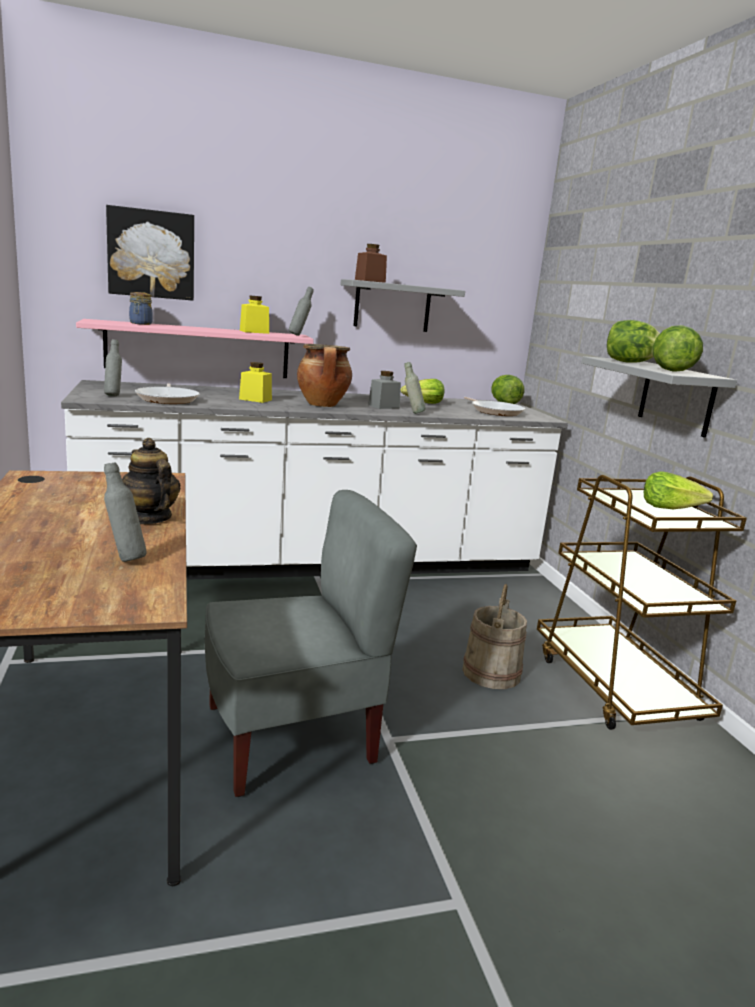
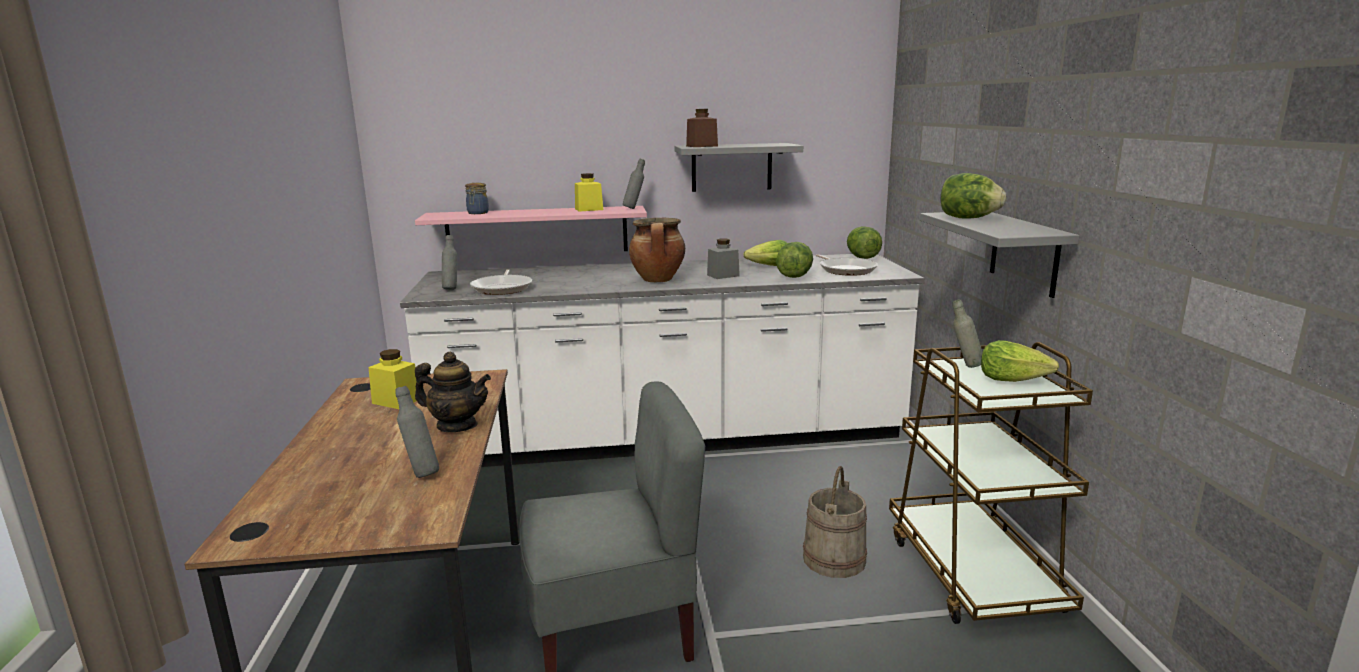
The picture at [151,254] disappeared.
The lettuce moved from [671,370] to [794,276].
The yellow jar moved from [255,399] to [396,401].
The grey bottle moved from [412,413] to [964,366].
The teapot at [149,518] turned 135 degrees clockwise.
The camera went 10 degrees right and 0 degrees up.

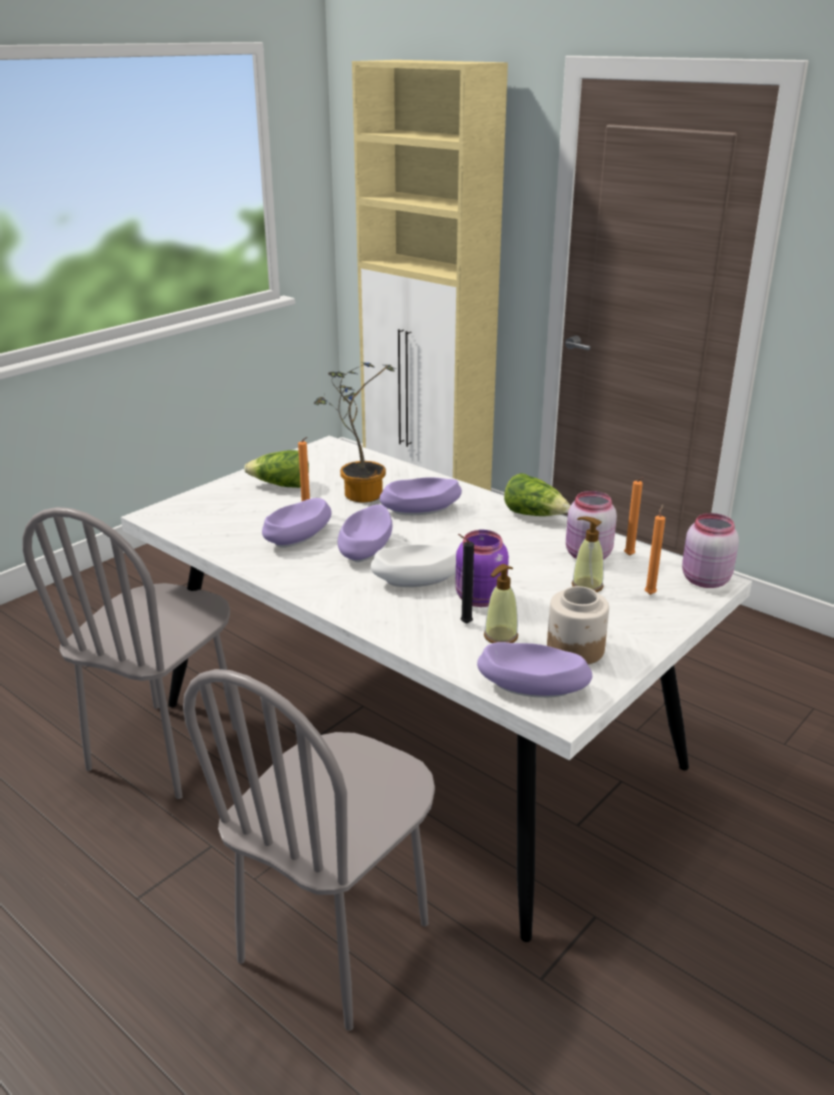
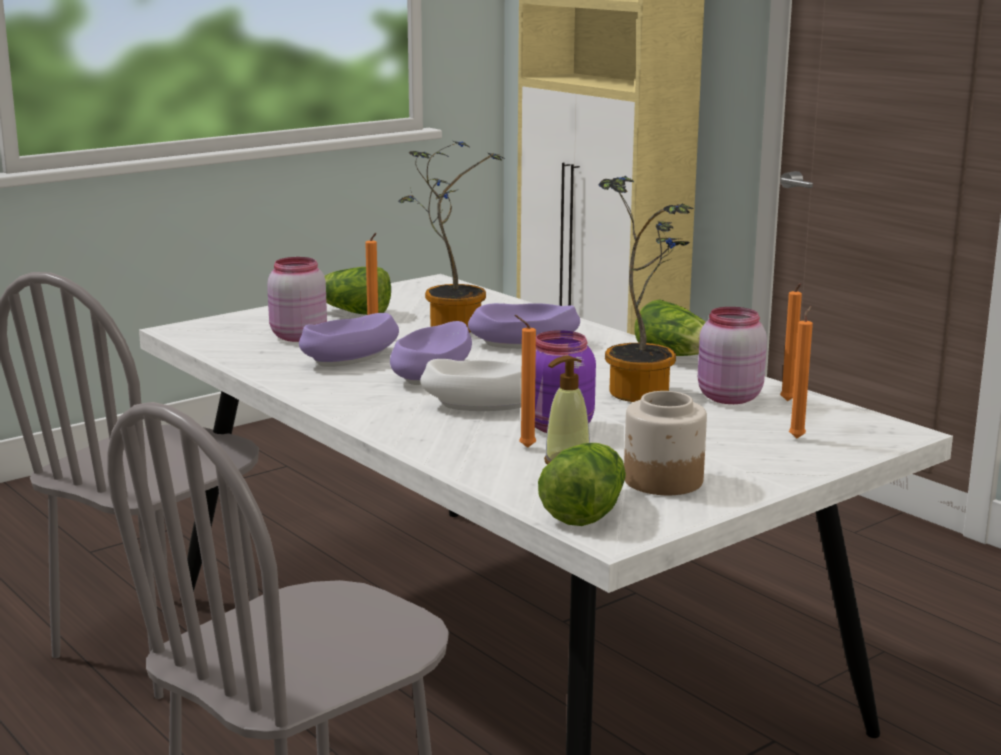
The pink jar moved from [704,580] to [297,336].
The soap dispenser at [587,586] disappeared.
The black candle at [464,623] became the orange candle at [524,447].
The purple bowl at [532,687] was replaced by the lettuce at [584,510].
The potted plant at [644,390] appeared.
The camera went 10 degrees right and 10 degrees down.

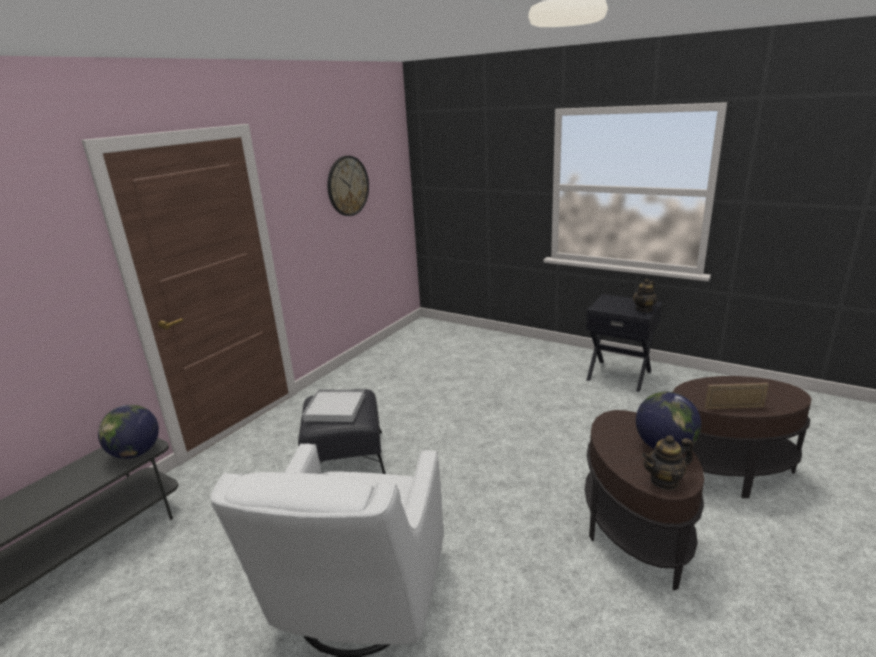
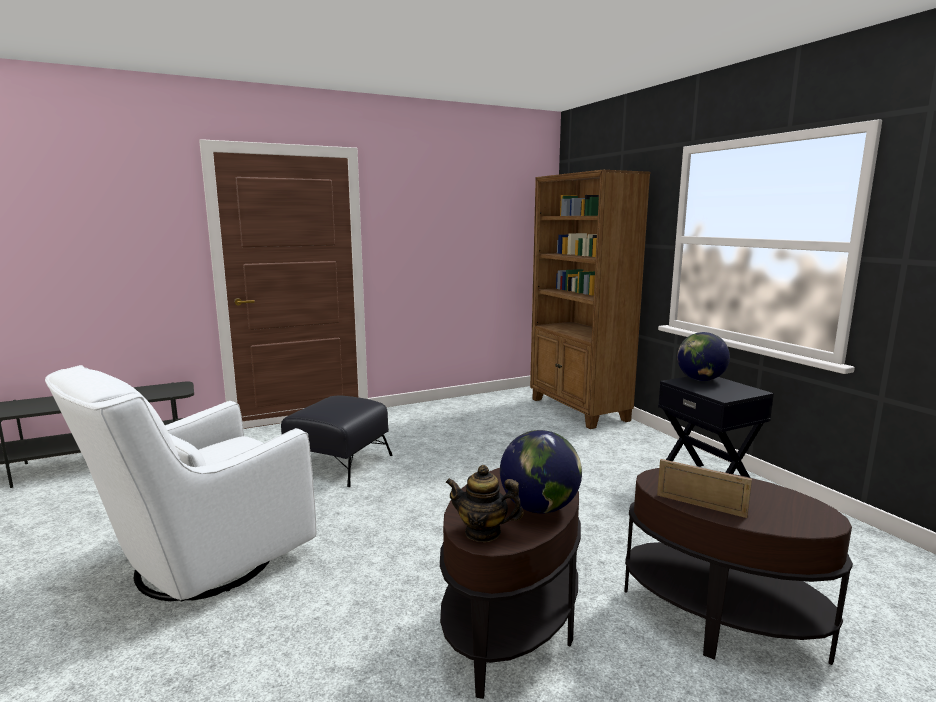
The wall clock at [347,186] disappeared.
The teapot at [644,309] disappeared.
The white tray at [335,408] disappeared.
The globe moved from [136,453] to [700,380].
The brown bookcase at [578,410] appeared.
The camera went 30 degrees right and 10 degrees down.

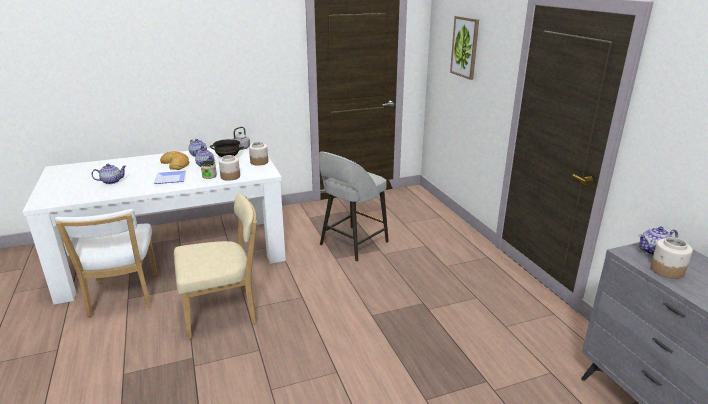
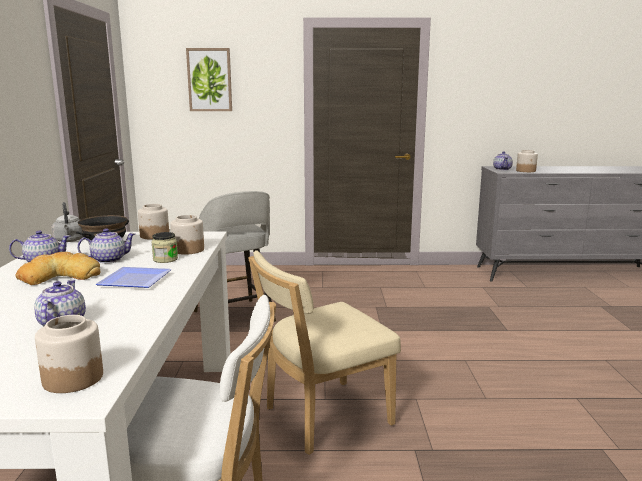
The beige chair at [224,312] turned 120 degrees counterclockwise.
The jar at [72,378] appeared.
The camera went 70 degrees left and 10 degrees down.

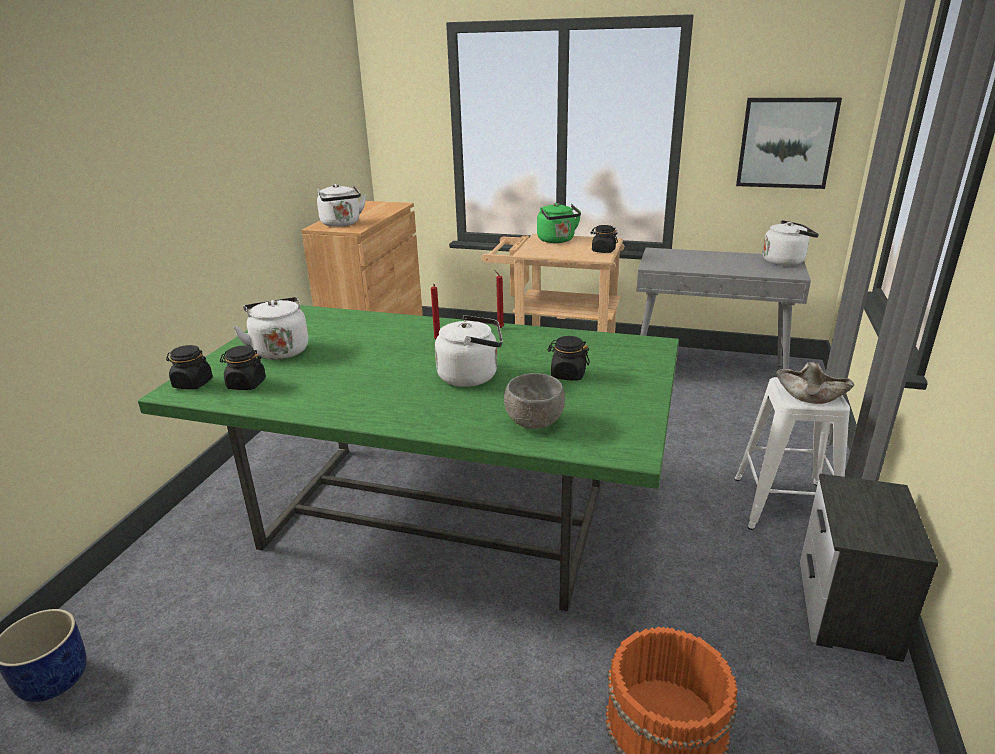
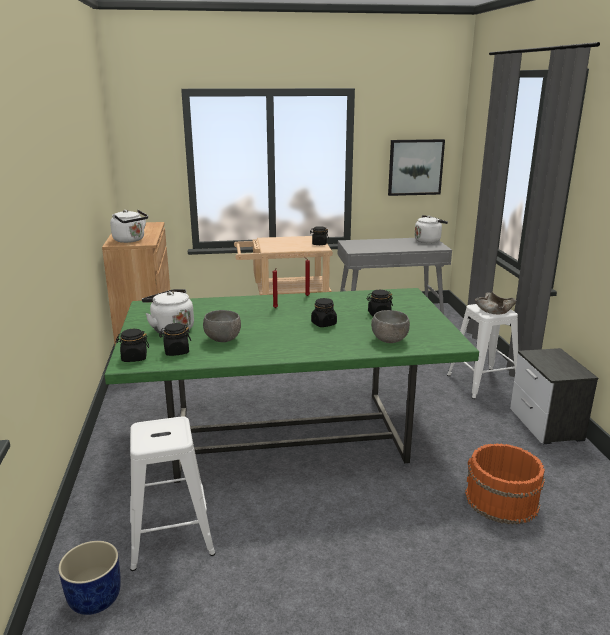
The green kettle at [557,240] disappeared.
The white kettle at [472,376] was replaced by the black jar at [323,324].
The grey bowl at [223,340] appeared.
The white stool at [170,535] appeared.
The camera went 25 degrees left and 5 degrees down.

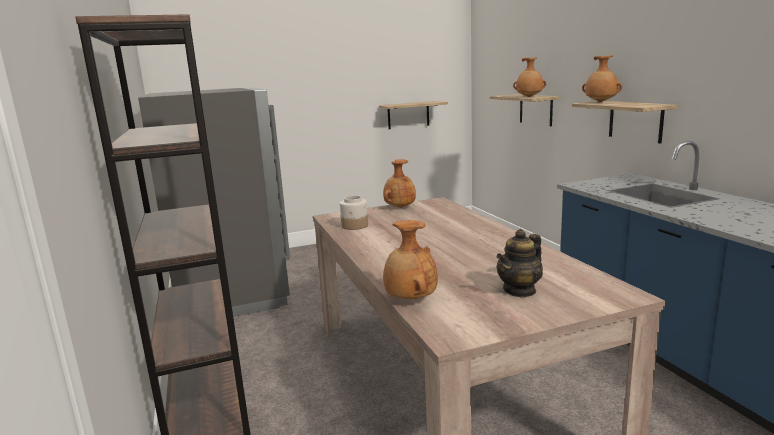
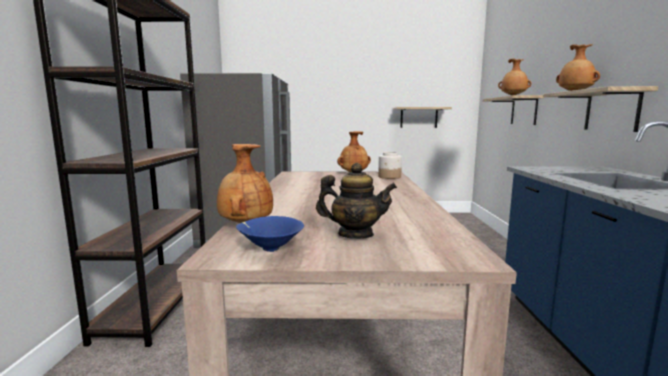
The jar moved from [355,226] to [389,177].
The teapot at [519,290] turned 150 degrees counterclockwise.
The blue bowl at [269,249] appeared.
The camera went 20 degrees right and 5 degrees down.

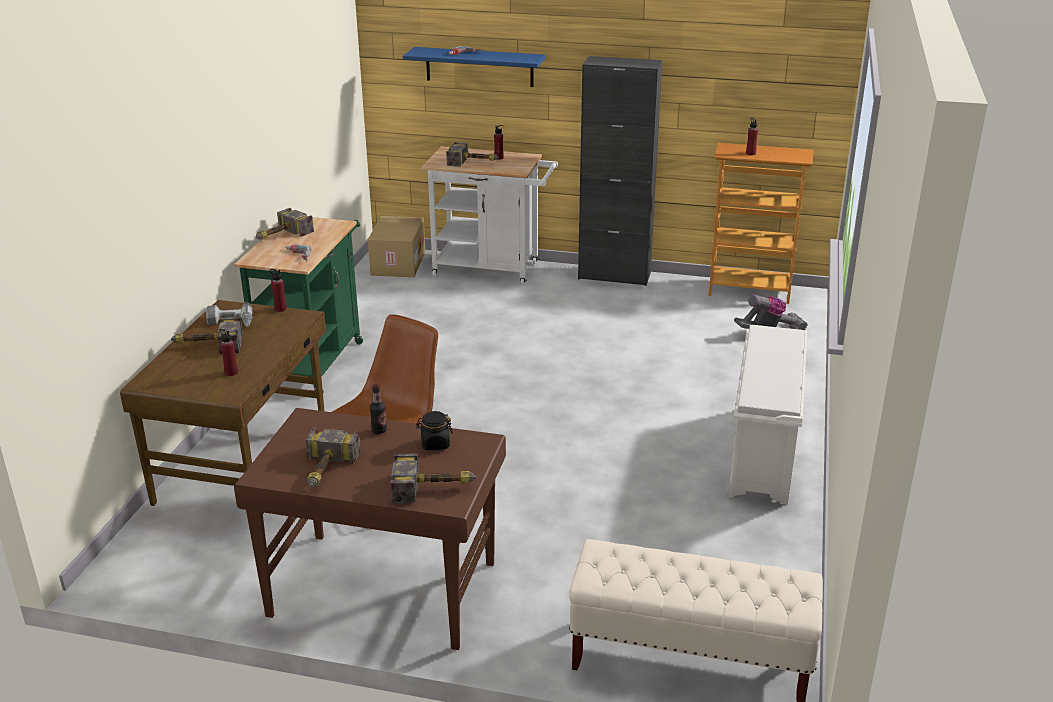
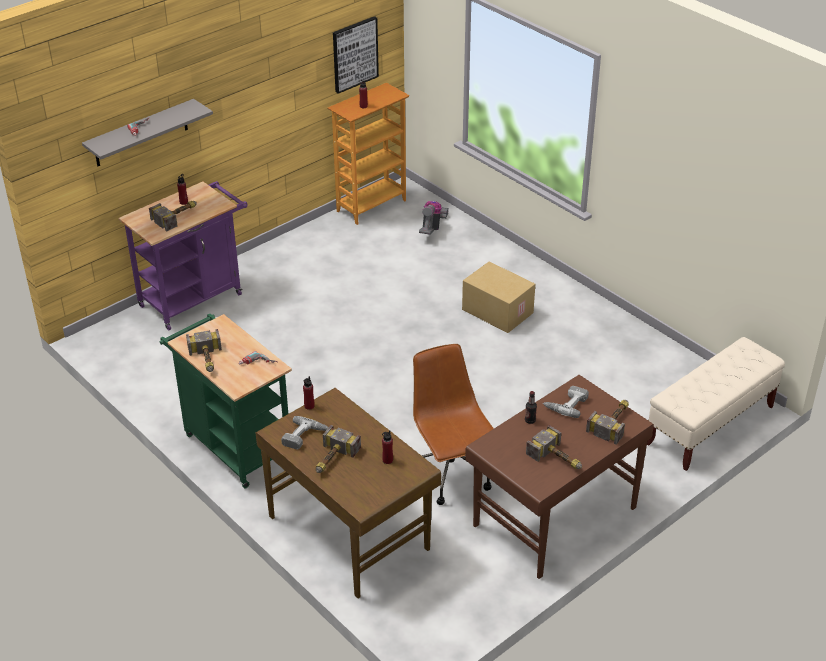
The blue shelf at [479,67] became the grey shelf at [141,133].
The black cabinet at [614,276] disappeared.
The white cart at [492,270] became the purple cart at [196,297].
The cardboard box moved from [397,263] to [496,311].
The white shoe rack at [764,454] disappeared.
The black jar at [435,444] was replaced by the power drill at [566,404].
The picture at [354,54] appeared.
The camera went 55 degrees left and 10 degrees up.

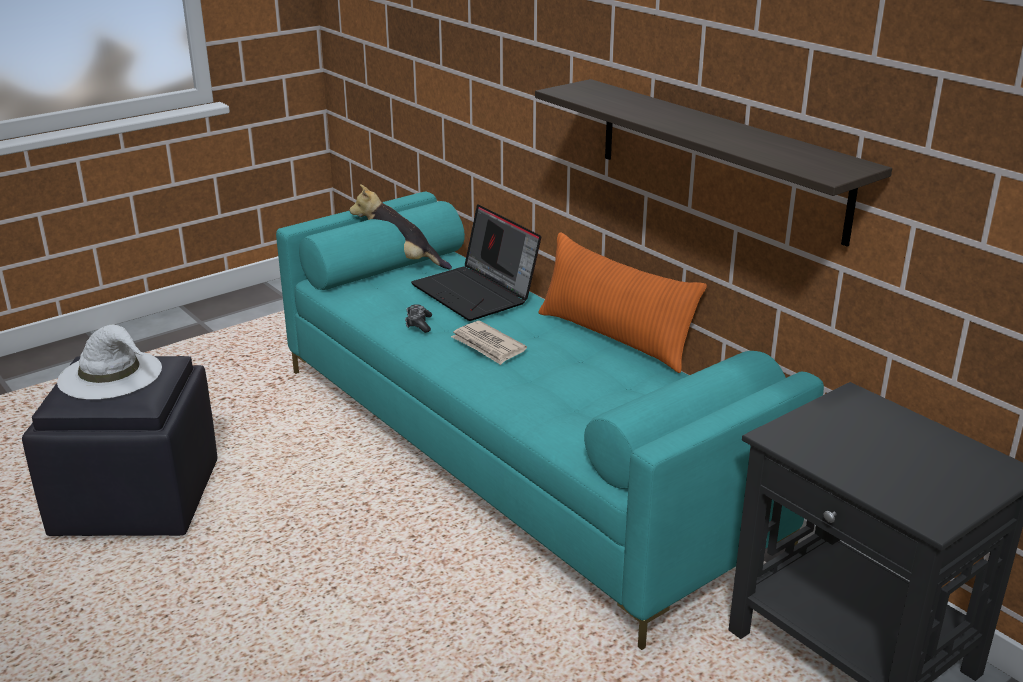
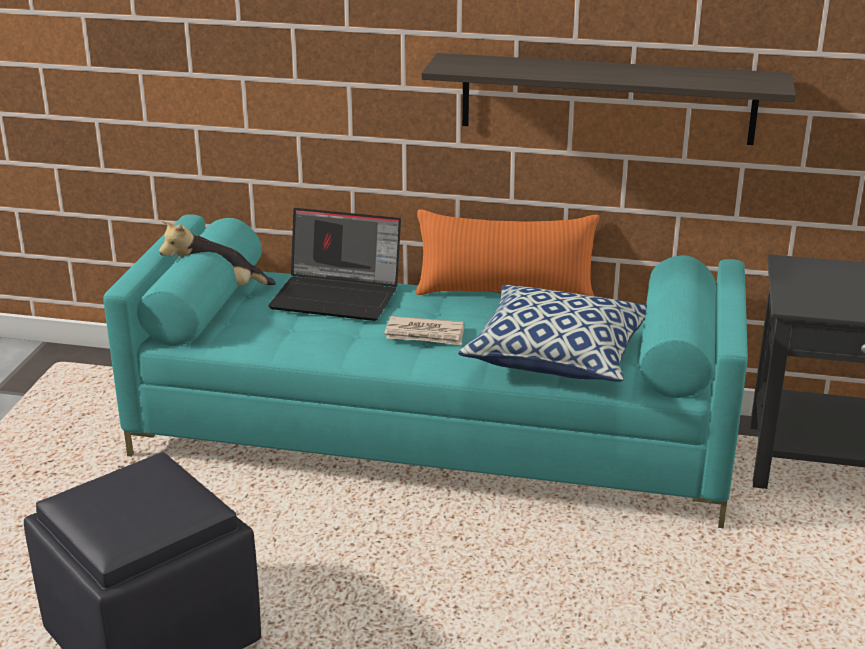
The game controller at [418,324] disappeared.
The white hat at [111,375] disappeared.
The pillow at [558,356] appeared.
The camera went 40 degrees left and 0 degrees up.

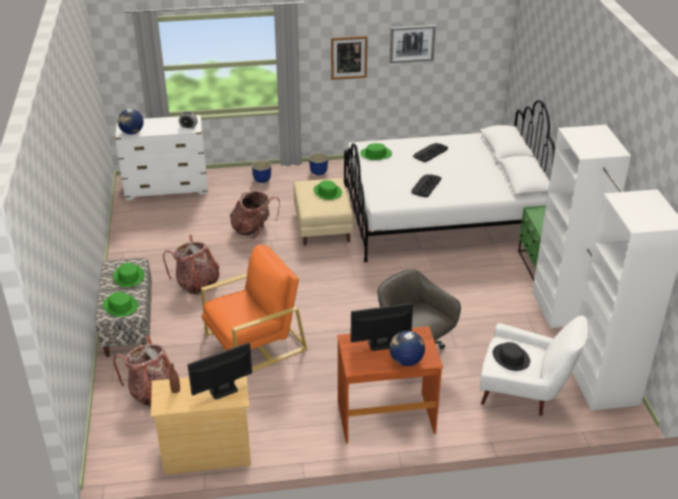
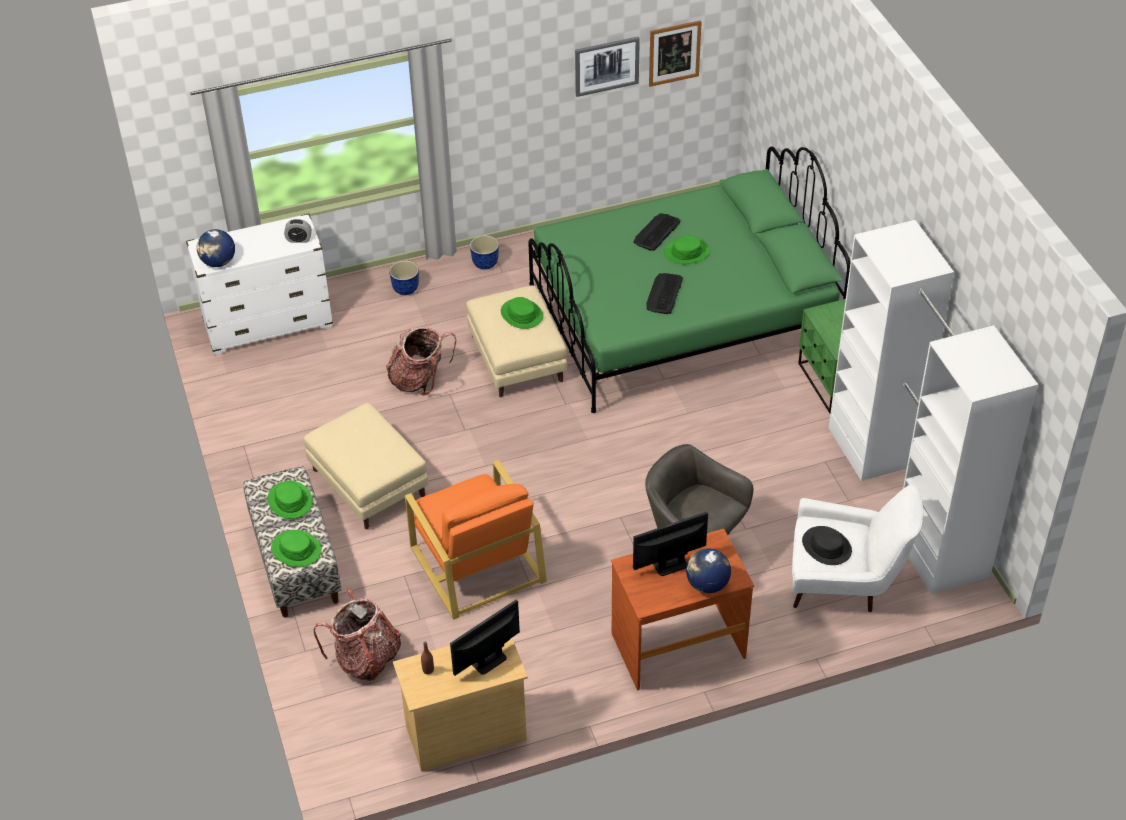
The picture moved from [349,57] to [674,53].
The white bed at [442,216] became the green bed at [682,318].
The green hat moved from [376,154] to [686,252].
The backpack at [196,283] was replaced by the beige ottoman at [367,483].
The orange armchair at [254,341] turned 105 degrees clockwise.
The camera went 10 degrees left and 10 degrees up.

